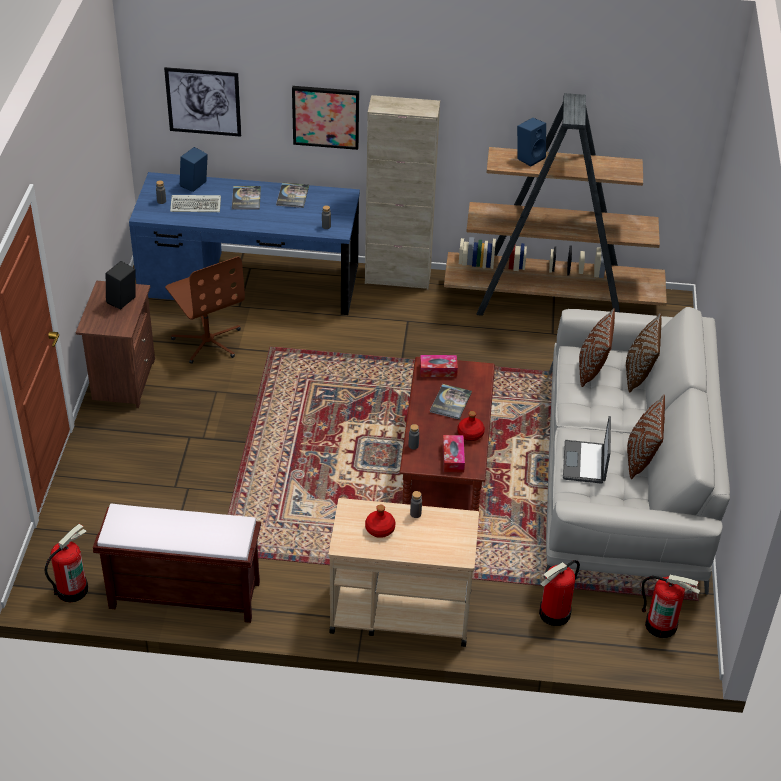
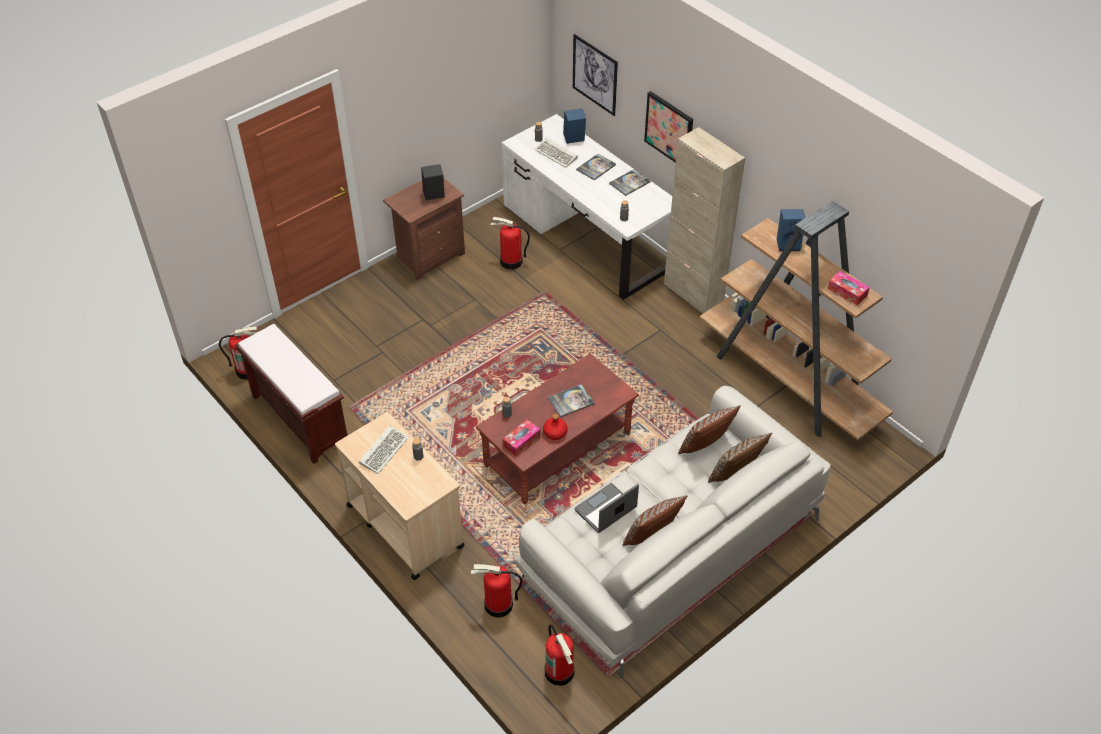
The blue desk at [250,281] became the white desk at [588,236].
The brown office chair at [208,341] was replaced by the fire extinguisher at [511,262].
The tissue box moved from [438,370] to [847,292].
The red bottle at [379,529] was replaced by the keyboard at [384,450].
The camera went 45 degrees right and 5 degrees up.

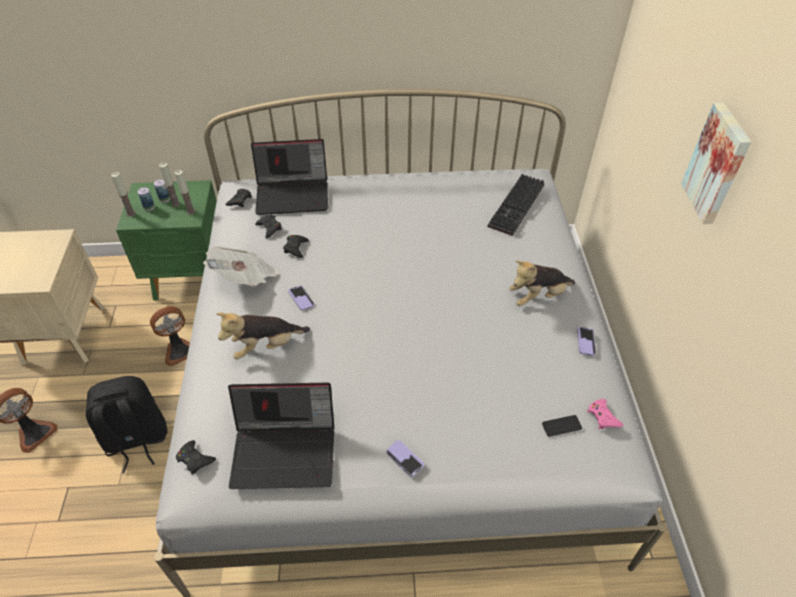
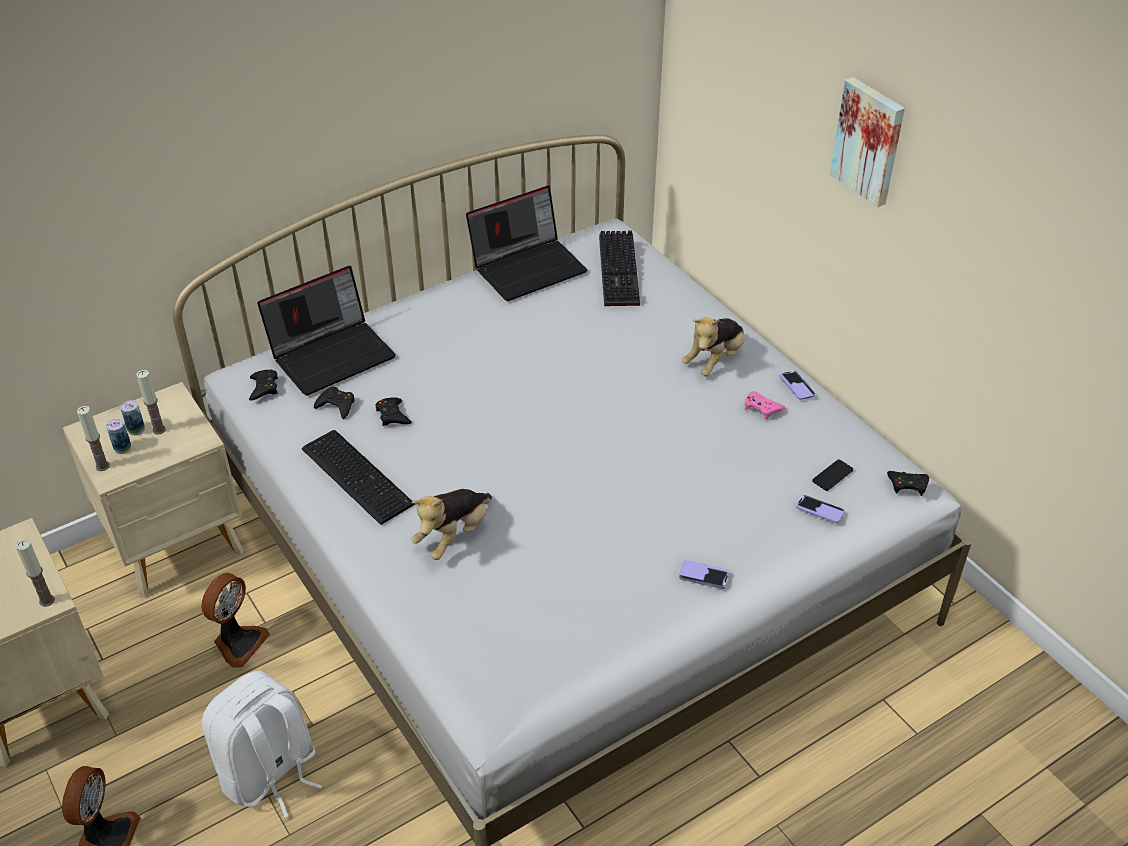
The candle moved from [190,211] to [47,600].
The green nightstand at [192,278] became the beige nightstand at [178,546].
The newspaper at [245,278] was replaced by the keyboard at [358,474].
The phone moved from [301,298] to [820,510].
The black backpack at [136,440] became the white backpack at [269,773].
The laptop moved from [286,451] to [528,267].
The pink game controller moved from [603,417] to [762,408].
The black game controller moved from [195,459] to [907,485].
The camera went 30 degrees left and 5 degrees down.

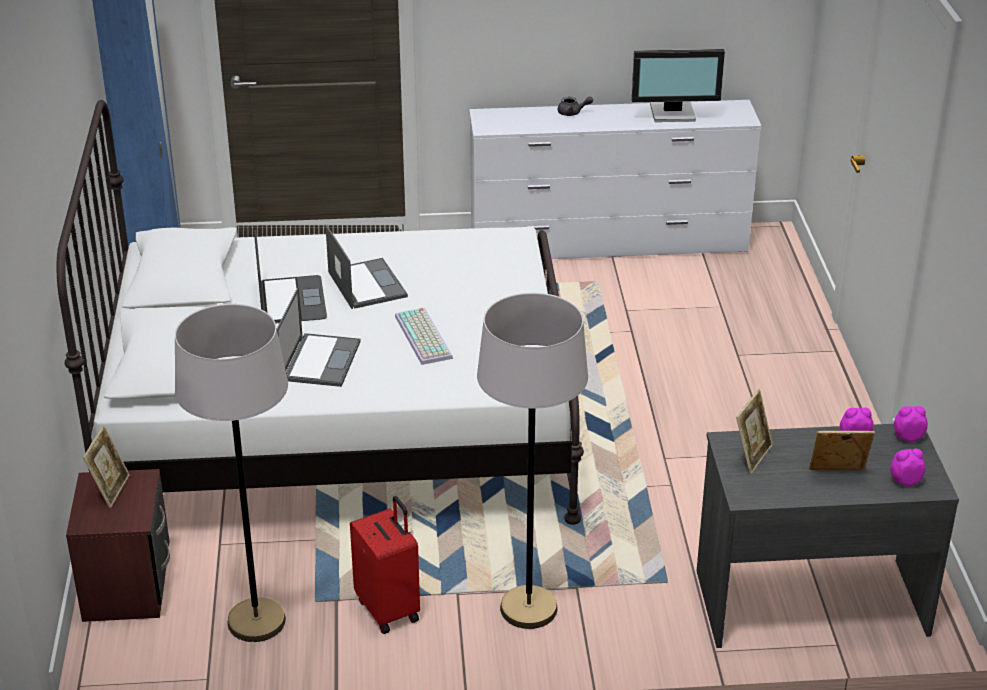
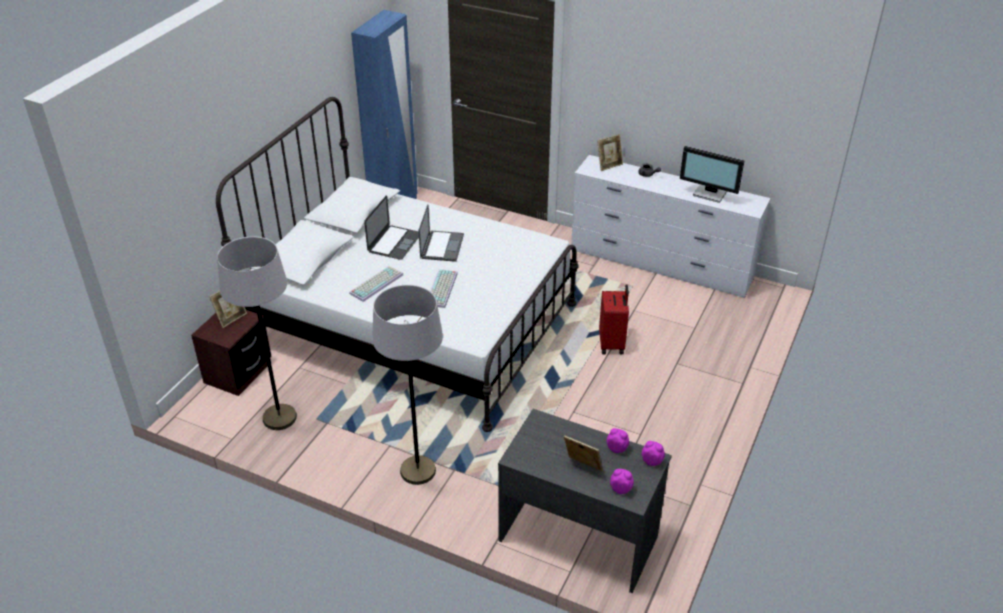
The laptop at [320,360] was replaced by the keyboard at [376,283].
The picture frame moved from [752,456] to [609,165].
The red suitcase moved from [389,609] to [612,344].
The camera went 30 degrees right and 5 degrees up.

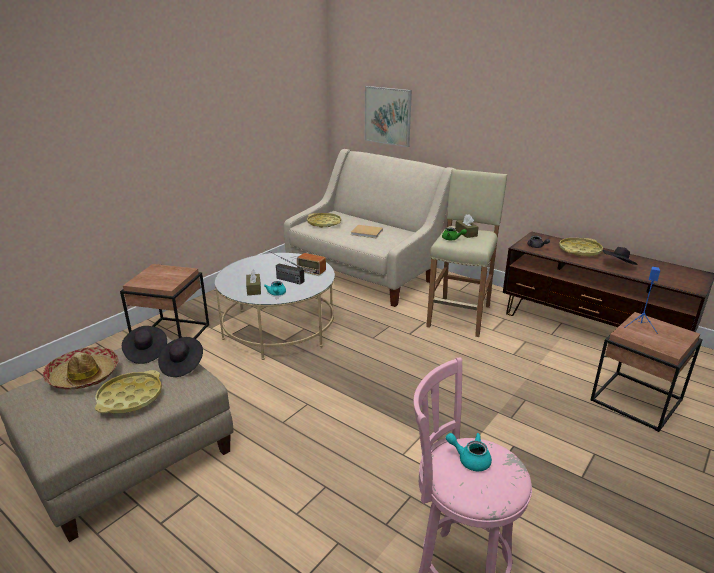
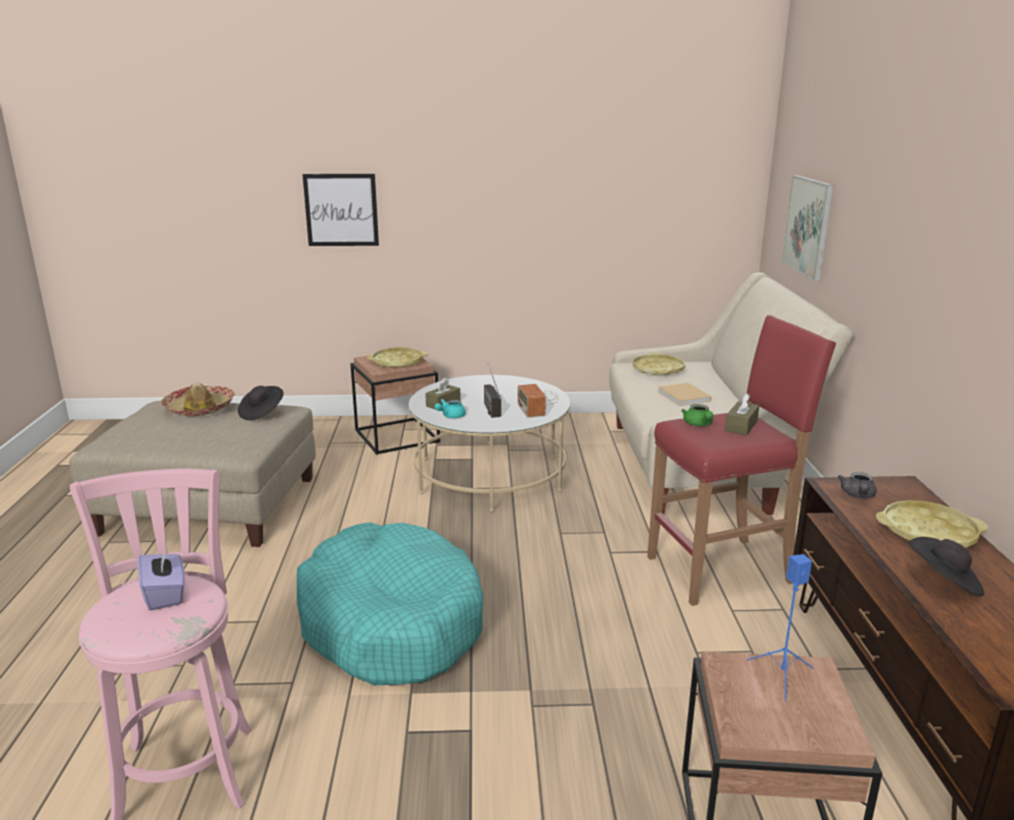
The beige stool at [460,315] became the red stool at [721,570].
The black hat at [182,365] disappeared.
The yellow tray moved from [130,397] to [397,362].
The turquoise teapot at [470,459] was replaced by the purple tissue box at [165,594].
The picture at [341,210] appeared.
The turquoise dog bed at [390,622] appeared.
The camera went 50 degrees right and 5 degrees down.

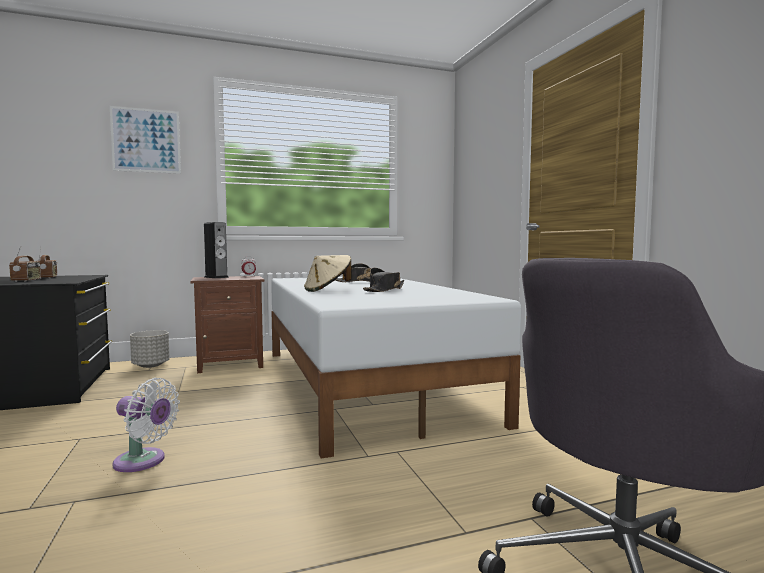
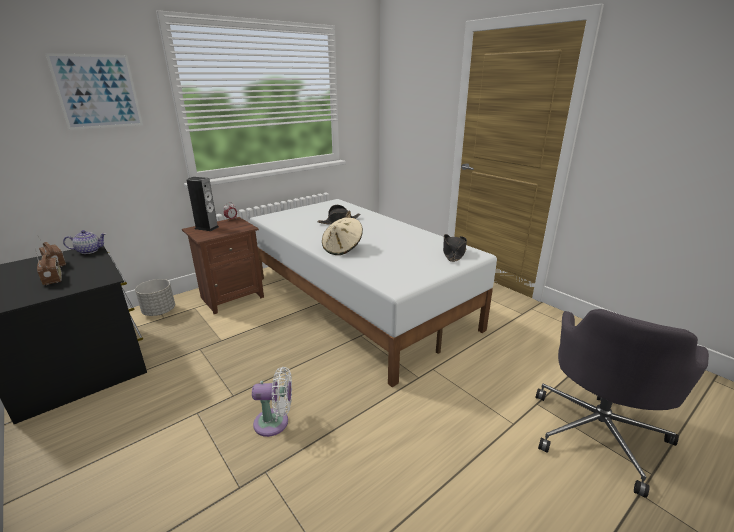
The black hat moved from [384,290] to [453,253].
The teapot at [89,251] appeared.
The camera went 20 degrees left and 20 degrees up.

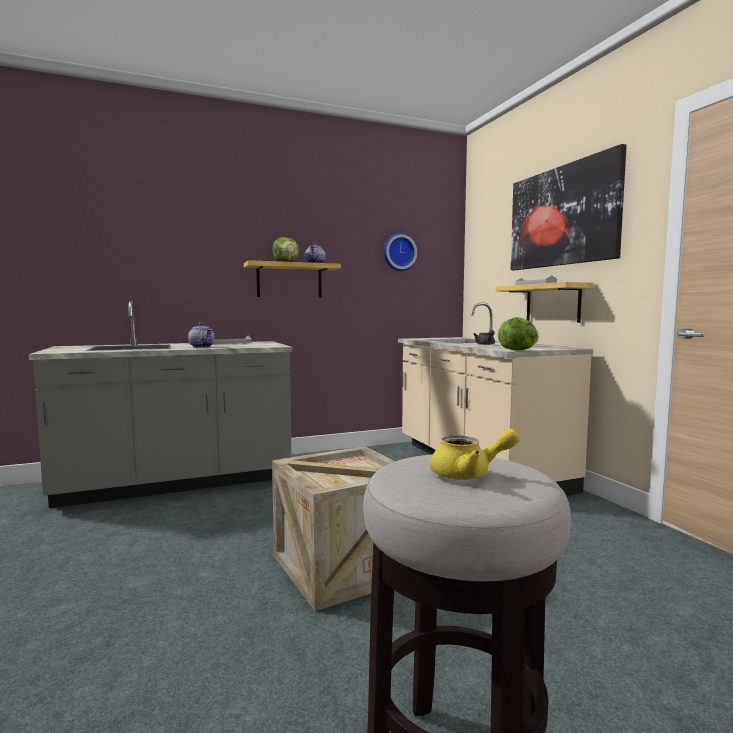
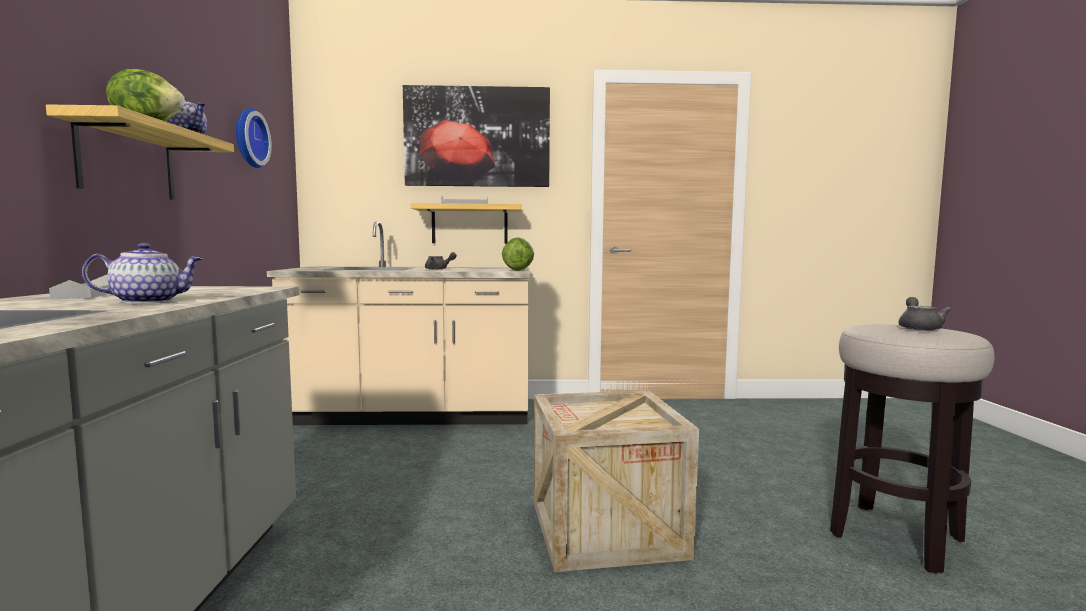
The yellow teapot at [469,474] became the grey teapot at [919,328].
The camera went 70 degrees left and 0 degrees up.

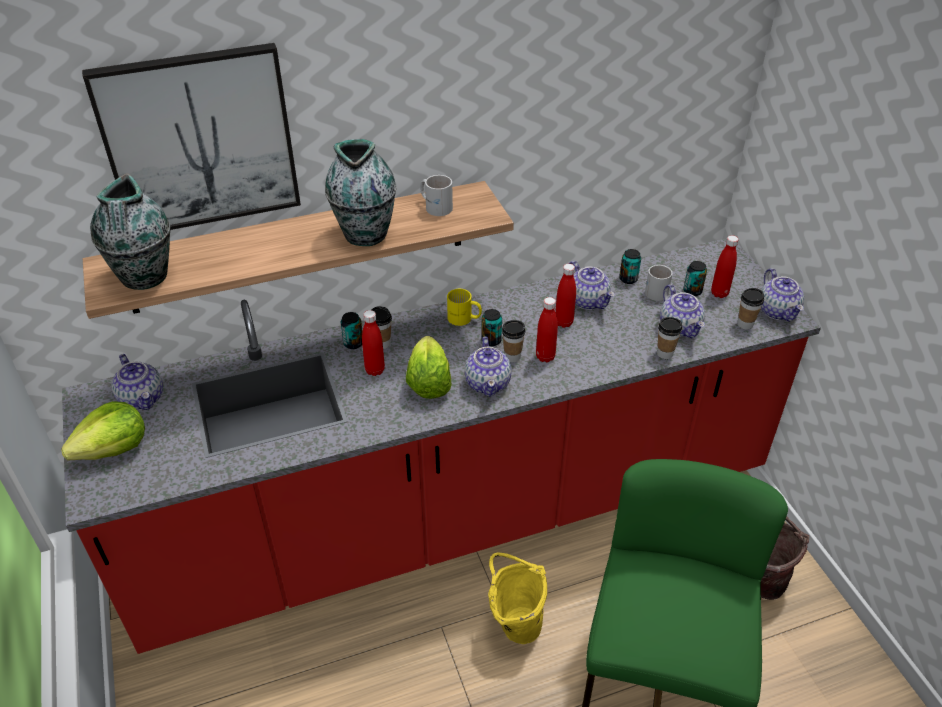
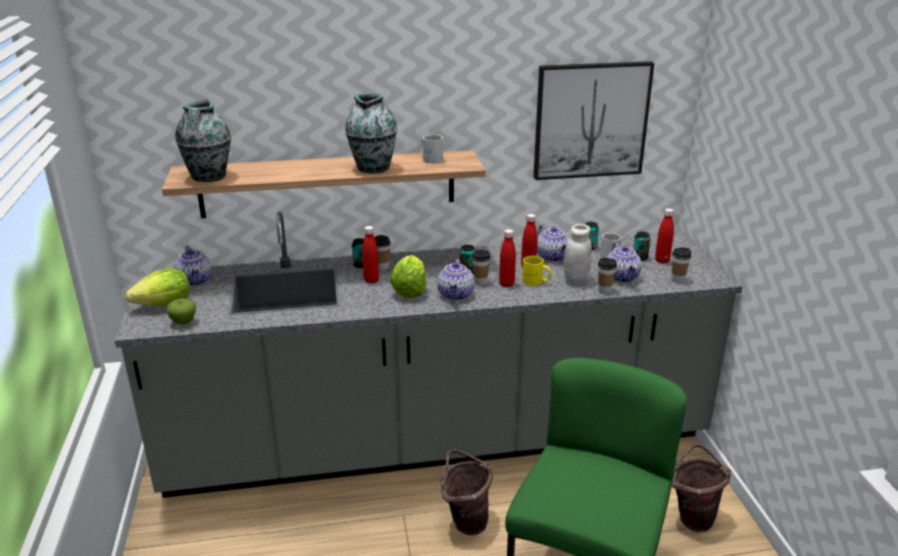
The picture moved from [200,140] to [590,120].
The red counter at [471,514] became the grey counter at [449,441].
The teapot at [778,311] disappeared.
The yellow mug moved from [464,319] to [535,282].
The yellow bucket at [514,625] became the brown bucket at [465,521].
The white jar at [575,280] appeared.
The apple at [183,322] appeared.
The camera went 10 degrees right and 15 degrees down.

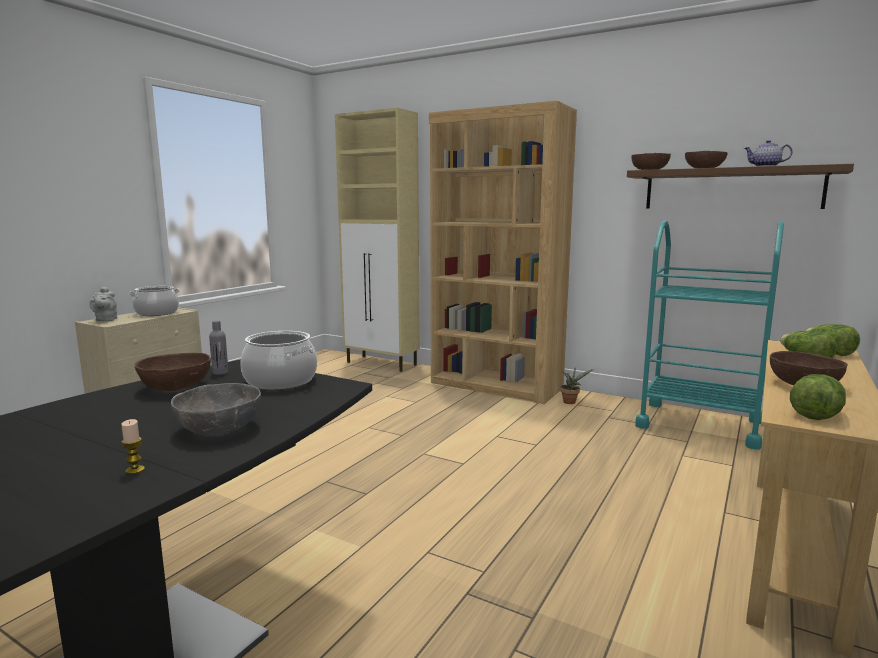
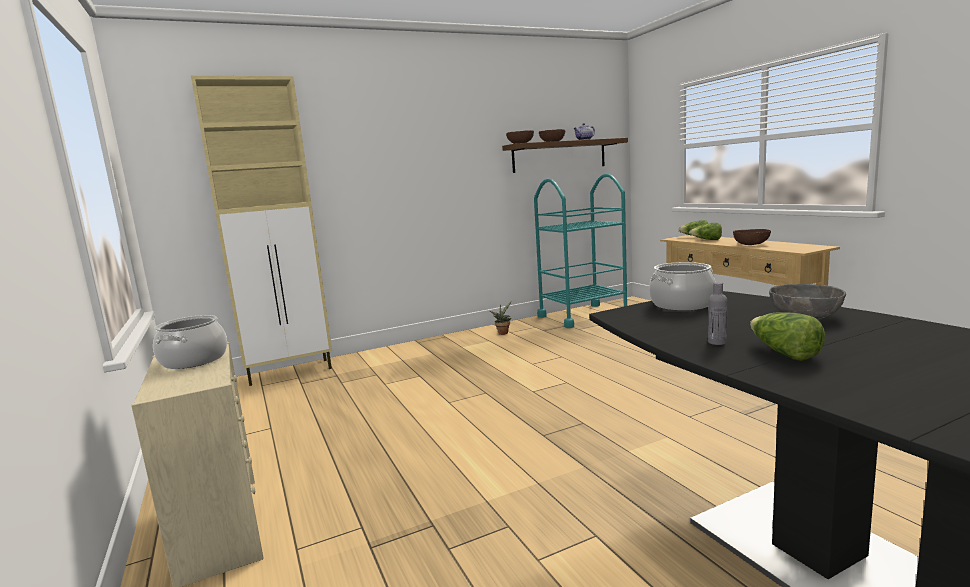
The brown bookcase at [496,386] disappeared.
The grey teapot at [106,320] disappeared.
The grey bottle moved from [220,372] to [717,342].
The brown bowl at [176,387] disappeared.
The lettuce moved from [815,413] to [783,353].
The candle at [135,470] disappeared.
The camera went 55 degrees left and 0 degrees up.

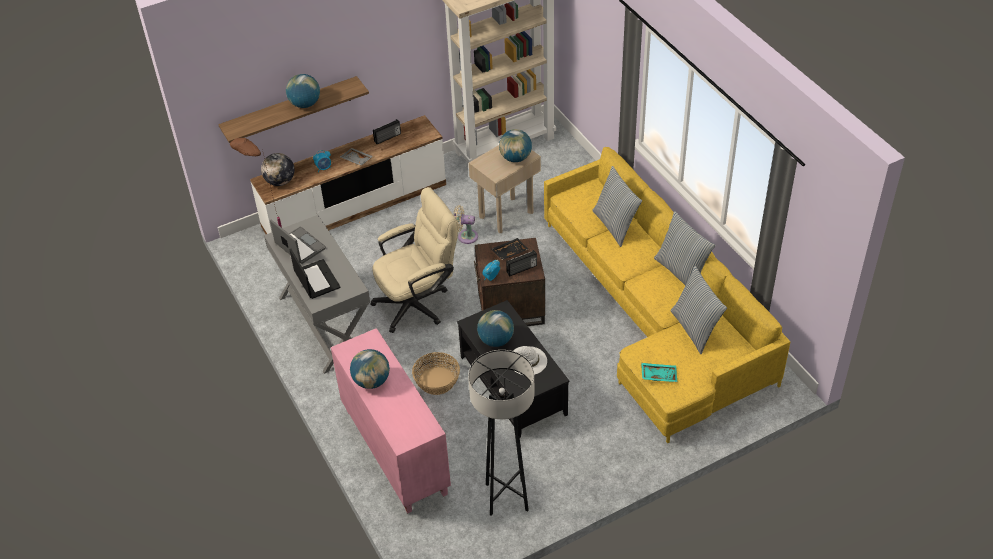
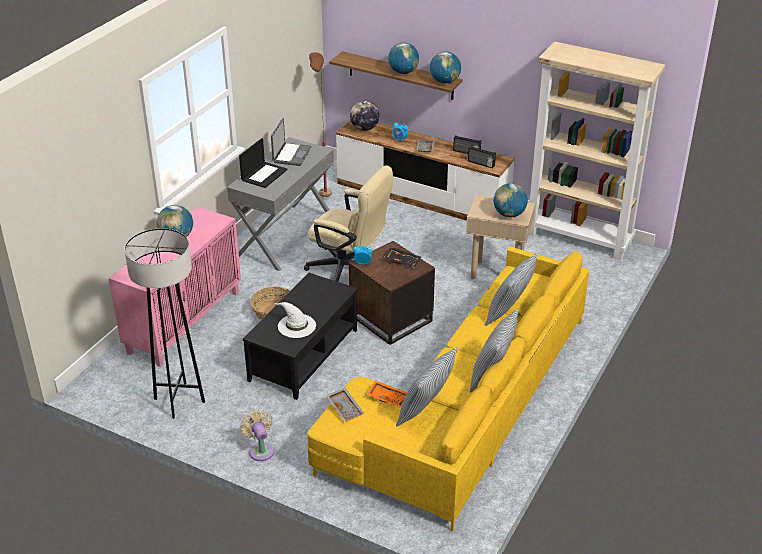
The beige fan moved from [465,236] to [260,450].
The radio moved from [522,269] to [481,164].
The globe moved from [496,340] to [444,81].
The turquoise tray at [658,375] became the grey tray at [345,408].
The orange tray at [388,397] appeared.
The camera went 55 degrees right and 10 degrees down.

